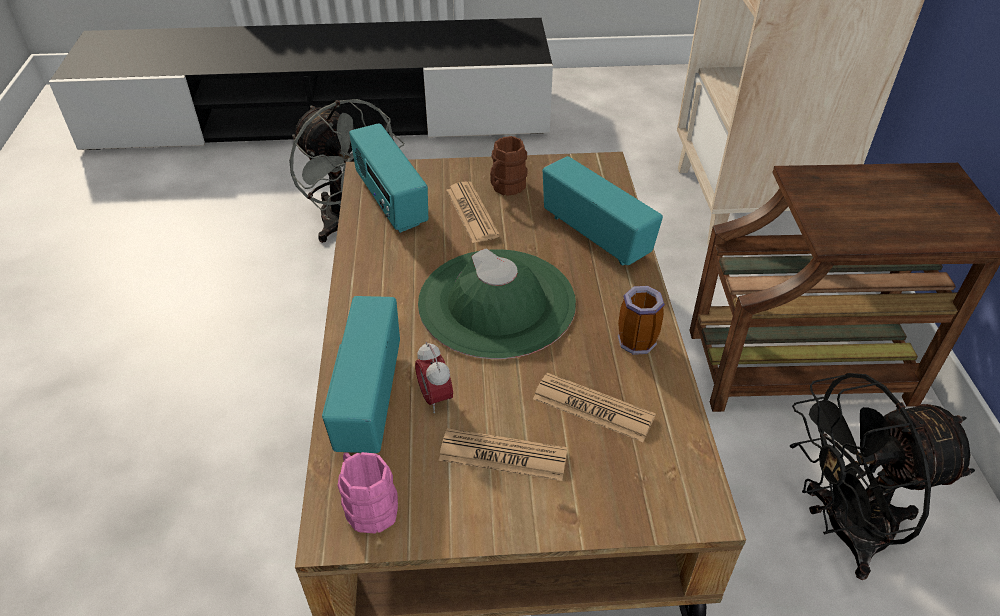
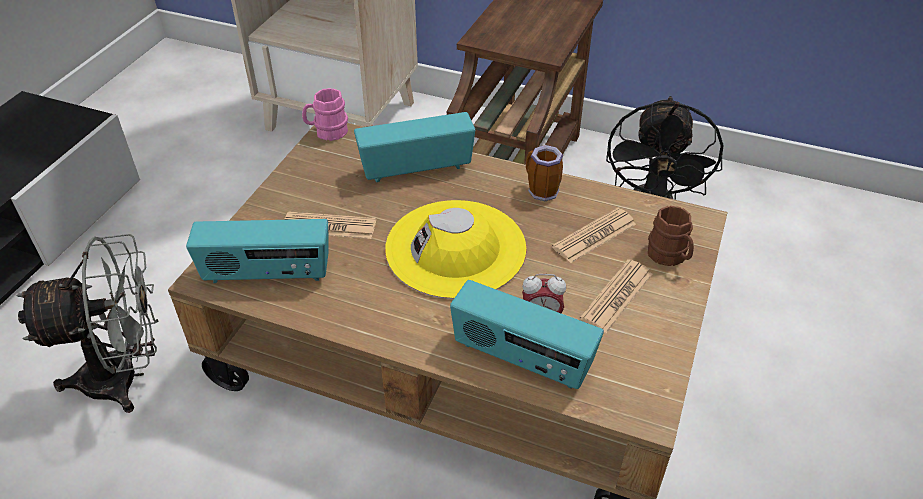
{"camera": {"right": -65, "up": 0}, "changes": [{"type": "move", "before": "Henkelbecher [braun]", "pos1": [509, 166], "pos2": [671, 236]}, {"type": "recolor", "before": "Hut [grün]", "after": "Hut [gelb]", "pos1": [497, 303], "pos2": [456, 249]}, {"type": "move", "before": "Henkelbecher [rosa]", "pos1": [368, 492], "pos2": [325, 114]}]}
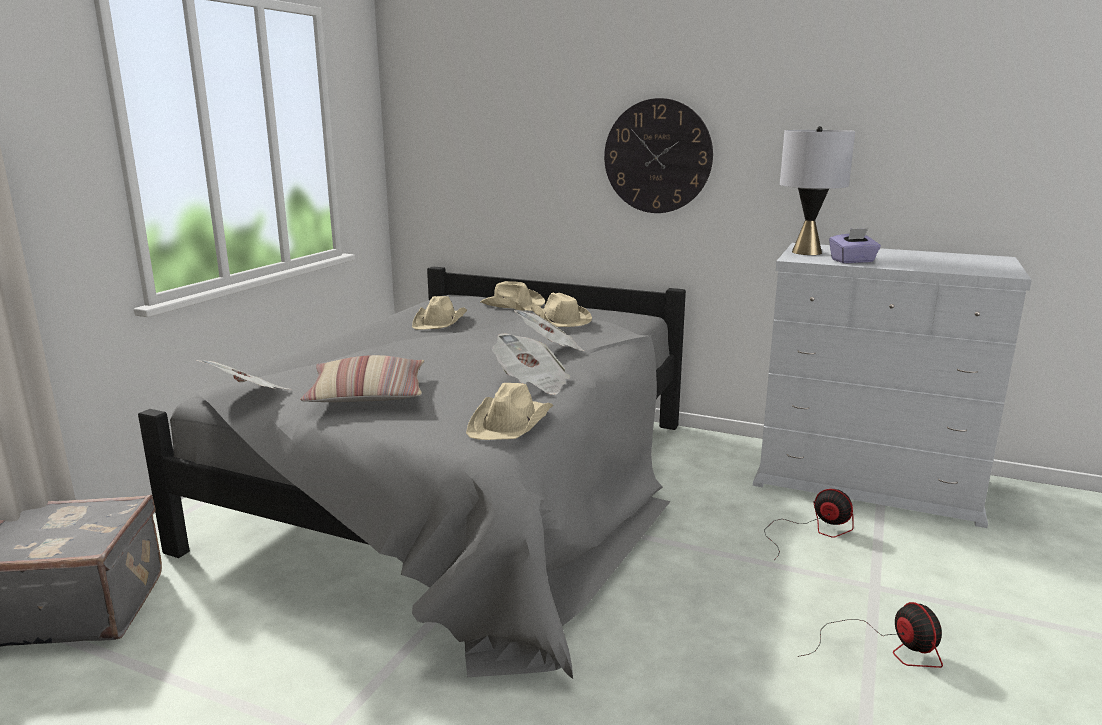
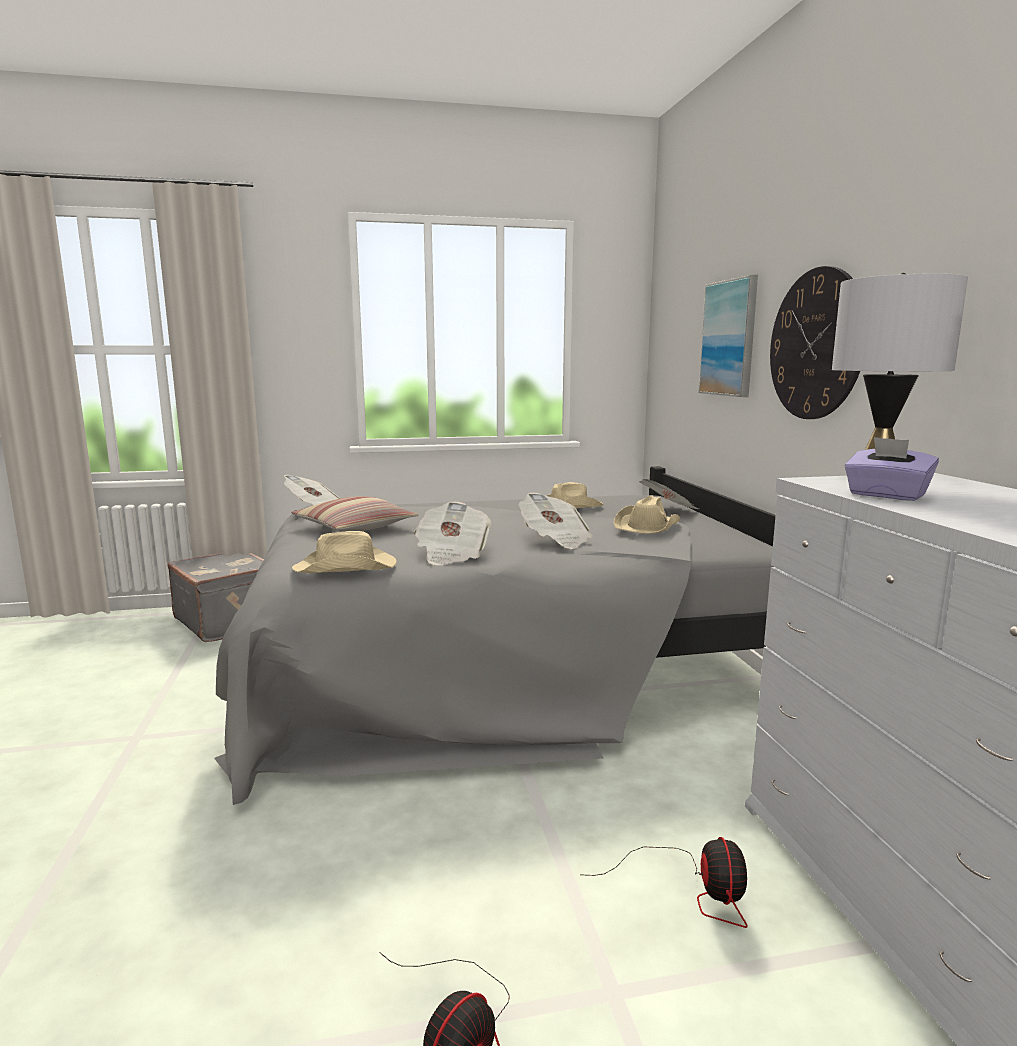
{"camera": {"right": 55, "up": -5}, "changes": [{"type": "replace", "before": "Hut [beige]", "after": "Zeitung", "pos1": [513, 296], "pos2": [669, 494]}, {"type": "insert", "after": "Bild", "pos2": [728, 336]}]}
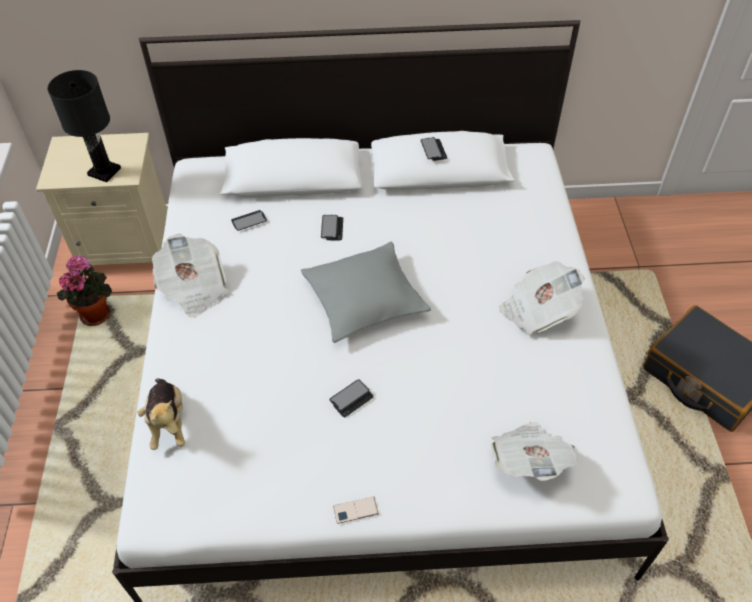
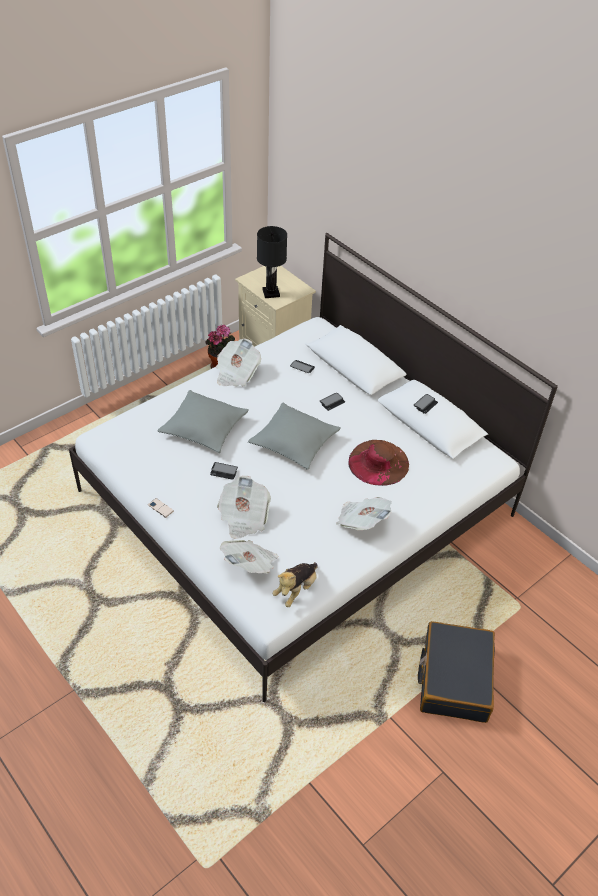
{"camera": {"right": 50, "up": -5}, "changes": [{"type": "move", "before": "Plüschtier", "pos1": [161, 414], "pos2": [294, 584]}, {"type": "insert", "after": "Kissen [grau]", "pos2": [203, 421]}, {"type": "insert", "after": "Hut [braun]", "pos2": [379, 463]}, {"type": "insert", "after": "Zeitung", "pos2": [244, 507]}]}
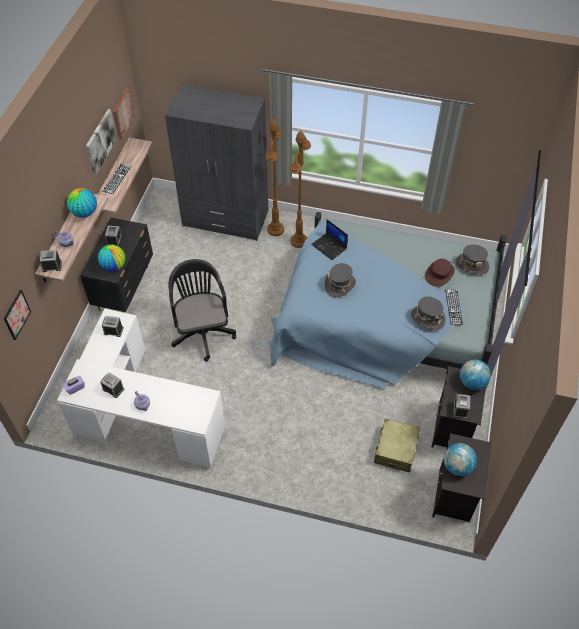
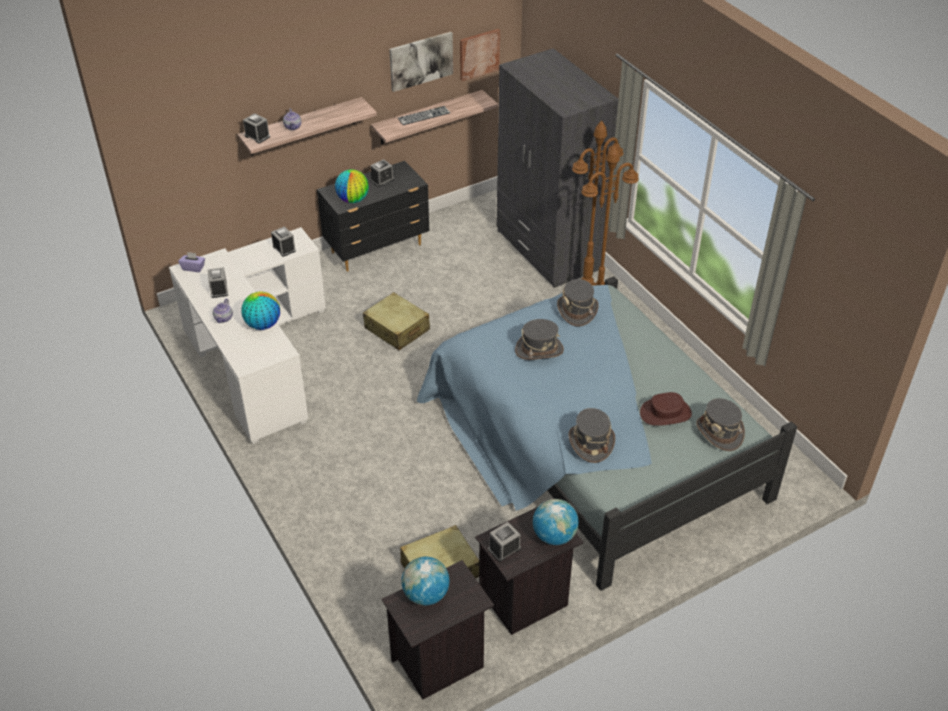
{"camera": {"right": 45, "up": -10}, "changes": [{"type": "move", "before": "Globus", "pos1": [82, 203], "pos2": [260, 311]}, {"type": "replace", "before": "Laptop", "after": "Hut [grau]", "pos1": [329, 240], "pos2": [578, 303]}, {"type": "replace", "before": "Bürostuhl [schwarz]", "after": "Koffer [beige]", "pos1": [202, 310], "pos2": [396, 321]}, {"type": "delete", "before": "Tastatur", "pos1": [454, 307]}, {"type": "delete", "before": "Bild", "pos1": [17, 315]}]}
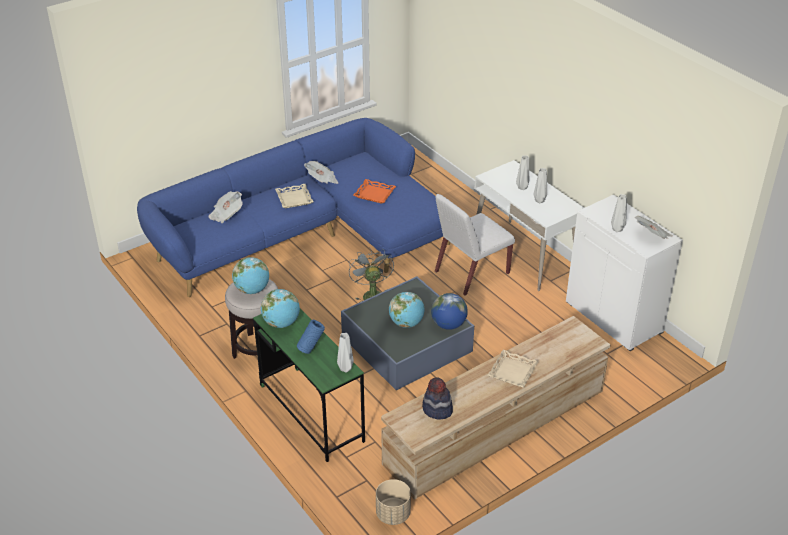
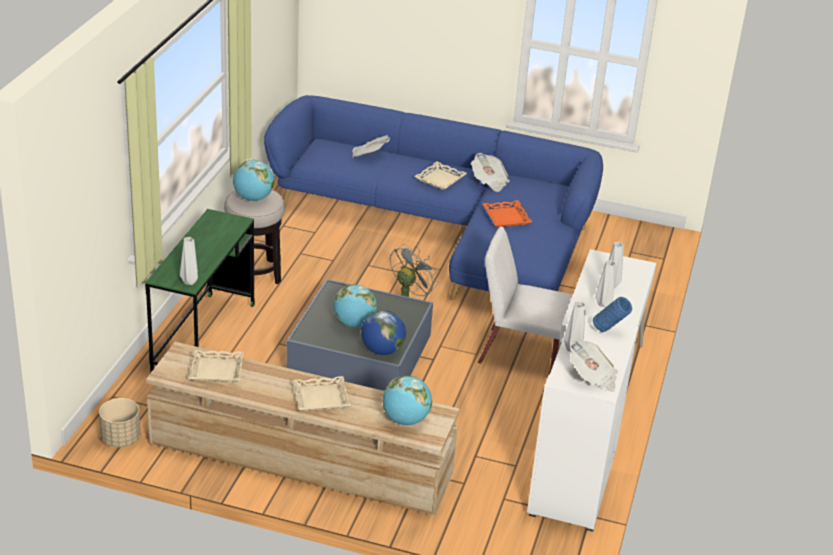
{"camera": {"right": 50, "up": -5}, "changes": [{"type": "move", "before": "Globus", "pos1": [280, 308], "pos2": [407, 400]}, {"type": "move", "before": "Vase [blau]", "pos1": [311, 337], "pos2": [612, 314]}, {"type": "replace", "before": "Hut", "after": "Tablett [beige]", "pos1": [437, 398], "pos2": [216, 366]}]}
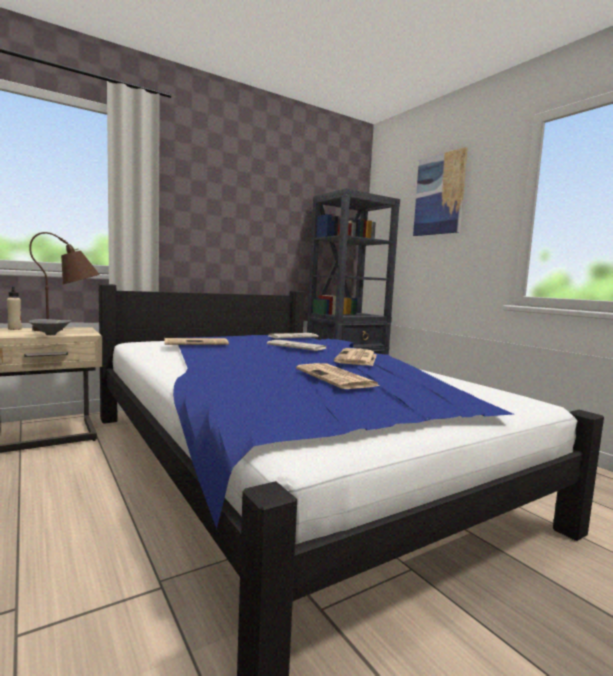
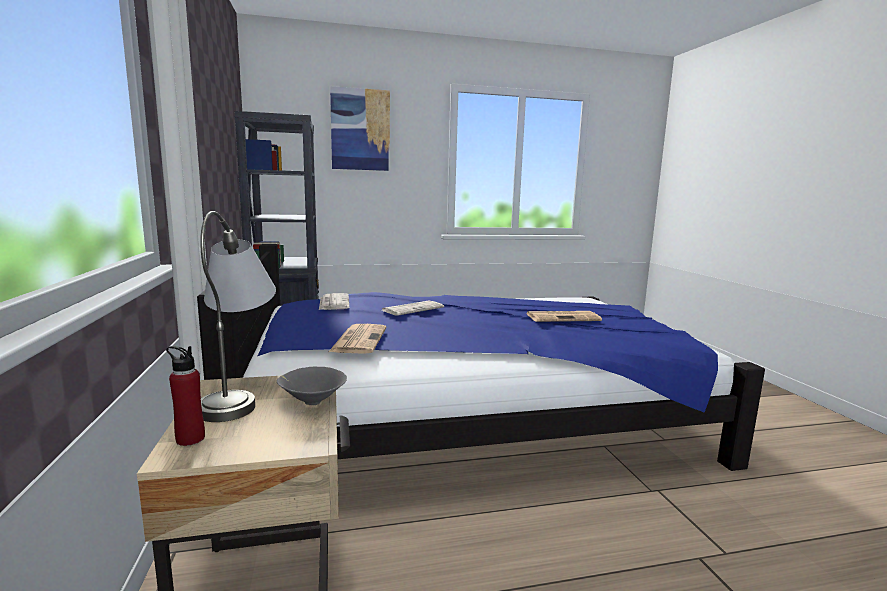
{"camera": {"right": -70, "up": 5}, "changes": [{"type": "recolor", "before": "Tischlampe [braun]", "after": "Tischlampe [grau]", "pos1": [64, 281], "pos2": [238, 316]}, {"type": "recolor", "before": "Flasche [beige]", "after": "Flasche [rot]", "pos1": [14, 308], "pos2": [185, 396]}, {"type": "delete", "before": "Zeitung", "pos1": [355, 357]}]}
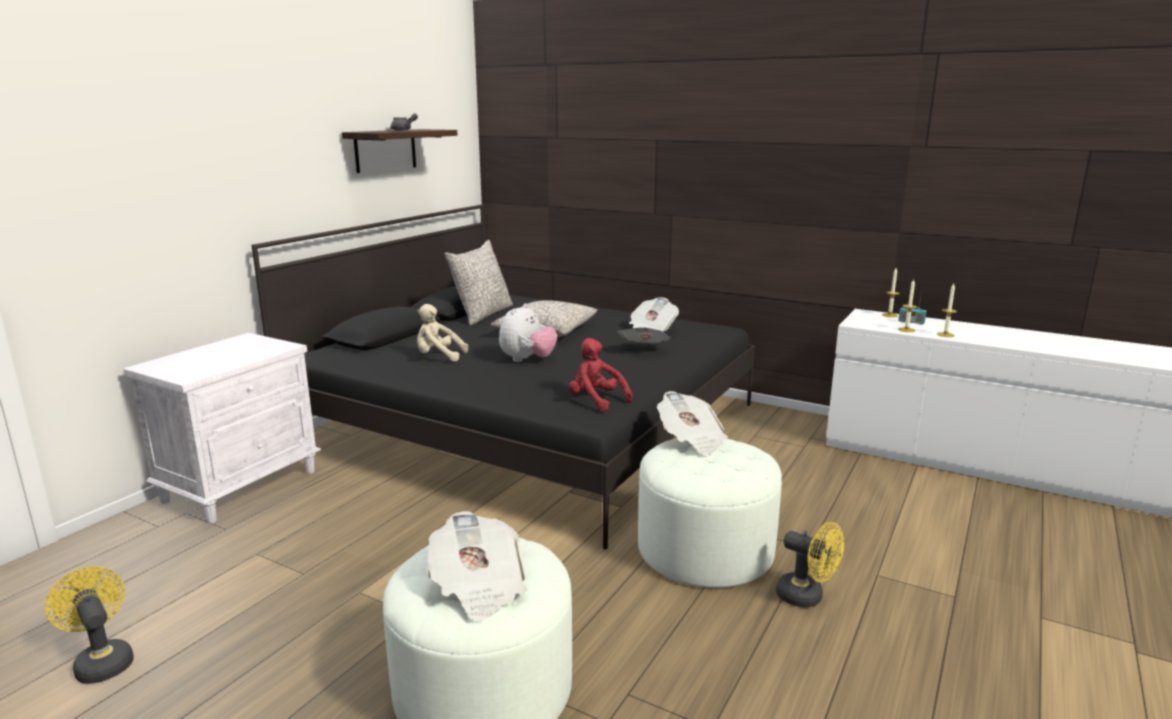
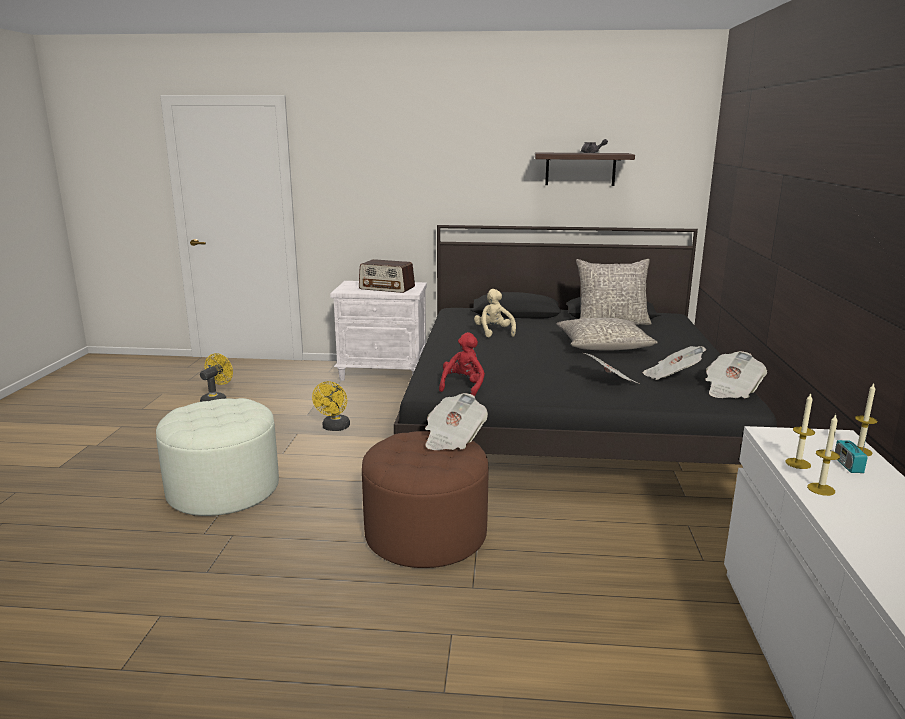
{"camera": {"right": 65, "up": 0}, "changes": [{"type": "delete", "before": "Plüschtier", "pos1": [528, 332]}, {"type": "recolor", "before": "Polsterhocker [weiß]", "after": "Polsterhocker [braun]", "pos1": [710, 513], "pos2": [425, 499]}, {"type": "move", "before": "Zeitung", "pos1": [477, 566], "pos2": [736, 374]}, {"type": "move", "before": "Ventilator [gelb]", "pos1": [810, 565], "pos2": [331, 406]}, {"type": "insert", "after": "Radio", "pos2": [387, 276]}]}
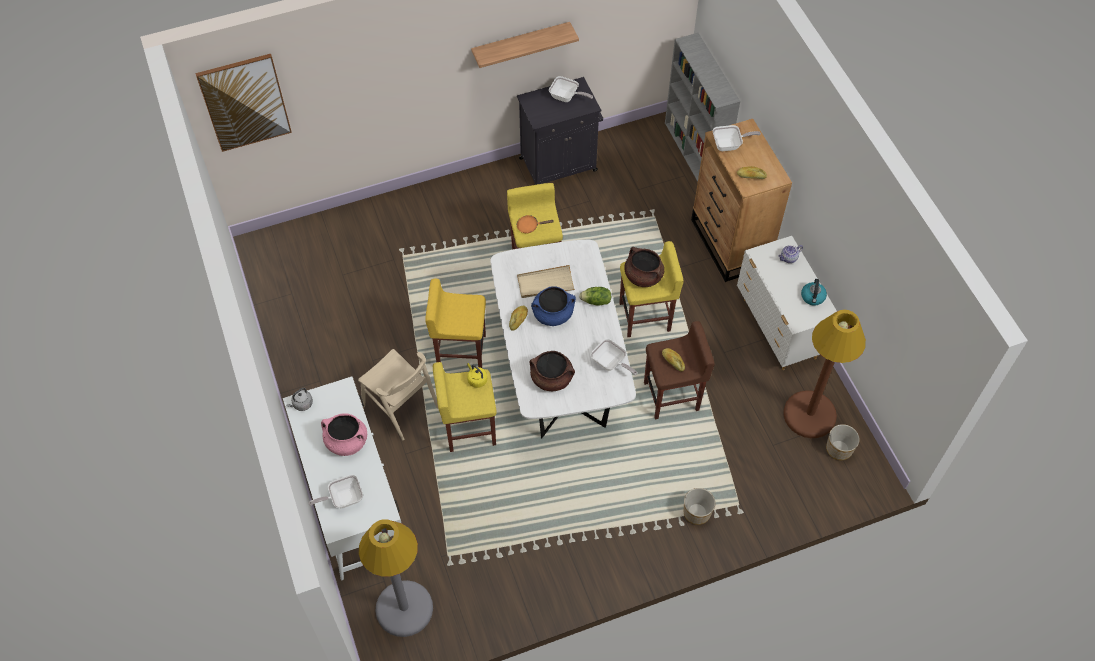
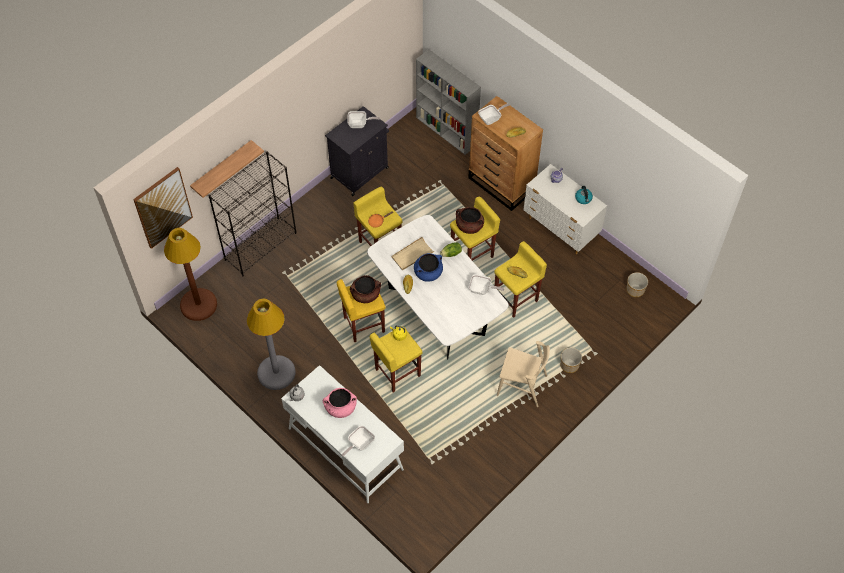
{"camera": {"right": -25, "up": 0}, "changes": [{"type": "move", "before": "Wandregal", "pos1": [525, 45], "pos2": [227, 169]}, {"type": "move", "before": "Stehlampe [braun]", "pos1": [825, 374], "pos2": [190, 274]}, {"type": "recolor", "before": "Hocker [braun]", "after": "Hocker [gelb]", "pos1": [679, 370], "pos2": [520, 279]}, {"type": "move", "before": "Stuhl [beige]", "pos1": [398, 394], "pos2": [523, 374]}, {"type": "move", "before": "Kochtopf [braun]", "pos1": [552, 371], "pos2": [365, 289]}, {"type": "move", "before": "Stehlampe [grau]", "pos1": [396, 578], "pos2": [271, 344]}, {"type": "insert", "after": "Bücherregal [schwarz]", "pos2": [252, 213]}]}
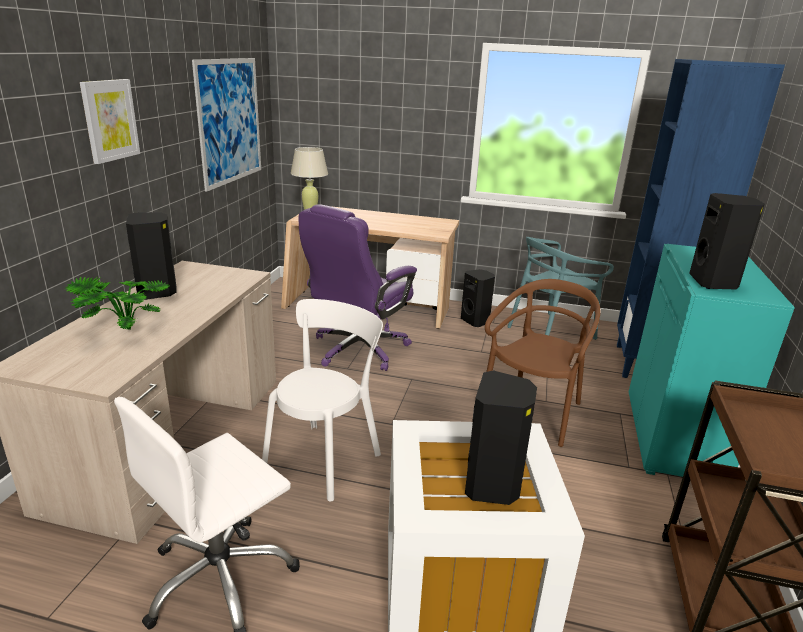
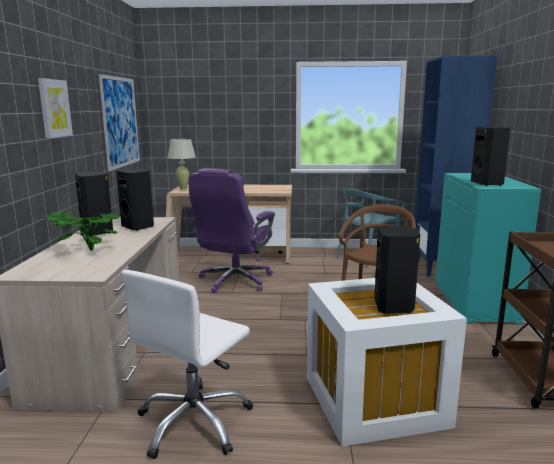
{"camera": {"right": -10, "up": -10}, "changes": [{"type": "move", "before": "Lautsprecher [schwarz]", "pos1": [478, 298], "pos2": [135, 200]}, {"type": "delete", "before": "Stuhl [weiß]", "pos1": [322, 400]}]}
